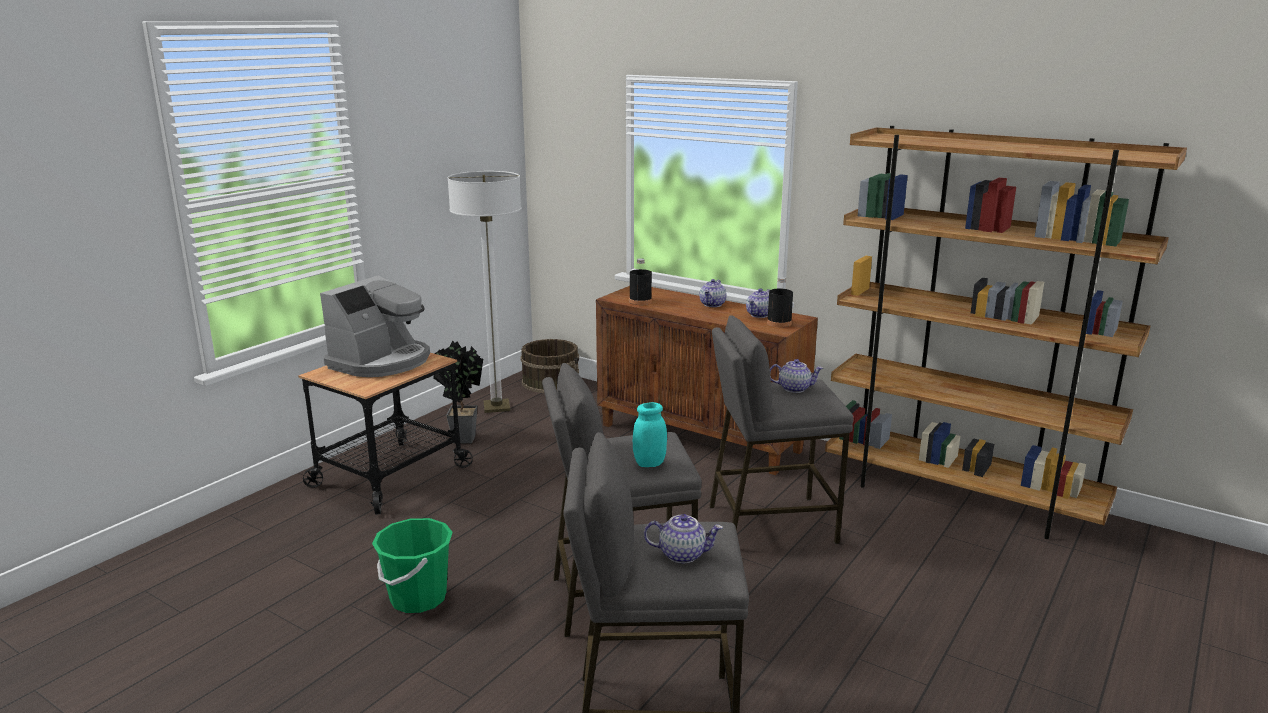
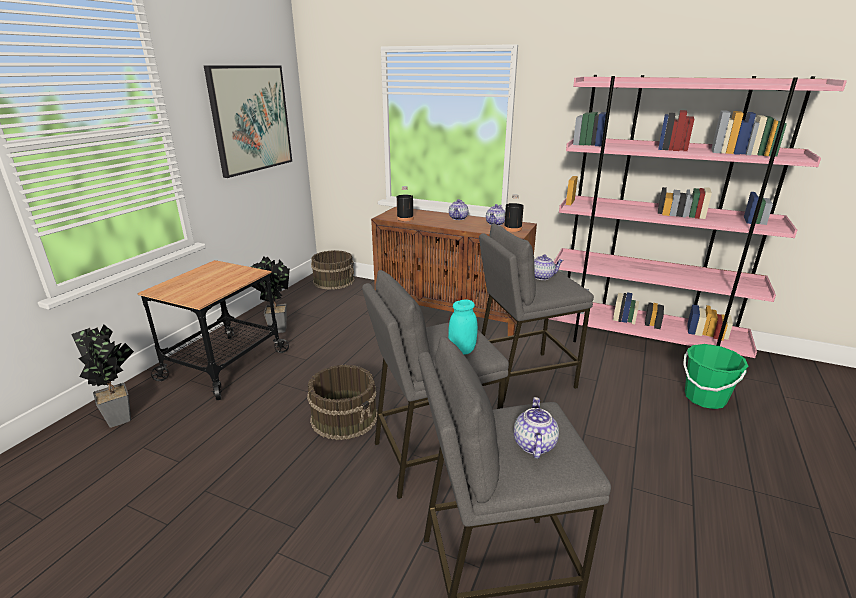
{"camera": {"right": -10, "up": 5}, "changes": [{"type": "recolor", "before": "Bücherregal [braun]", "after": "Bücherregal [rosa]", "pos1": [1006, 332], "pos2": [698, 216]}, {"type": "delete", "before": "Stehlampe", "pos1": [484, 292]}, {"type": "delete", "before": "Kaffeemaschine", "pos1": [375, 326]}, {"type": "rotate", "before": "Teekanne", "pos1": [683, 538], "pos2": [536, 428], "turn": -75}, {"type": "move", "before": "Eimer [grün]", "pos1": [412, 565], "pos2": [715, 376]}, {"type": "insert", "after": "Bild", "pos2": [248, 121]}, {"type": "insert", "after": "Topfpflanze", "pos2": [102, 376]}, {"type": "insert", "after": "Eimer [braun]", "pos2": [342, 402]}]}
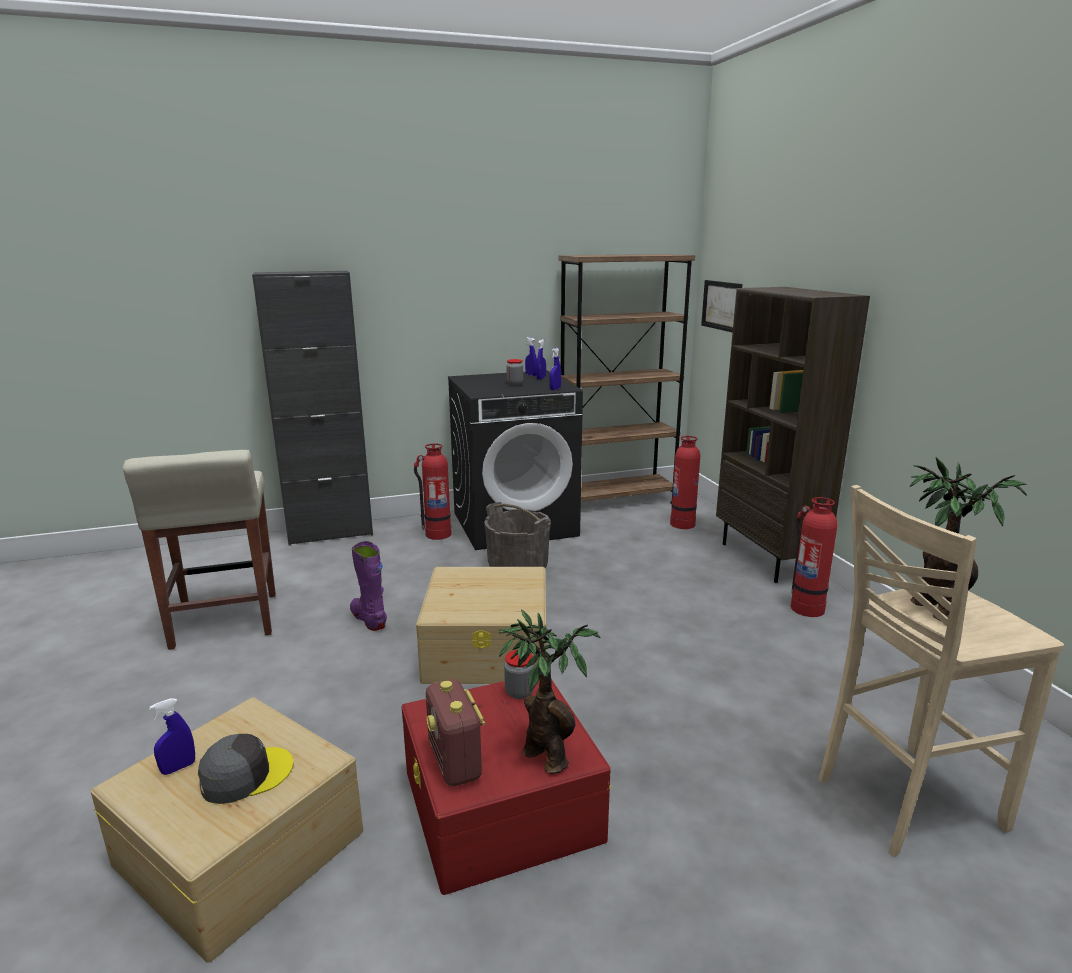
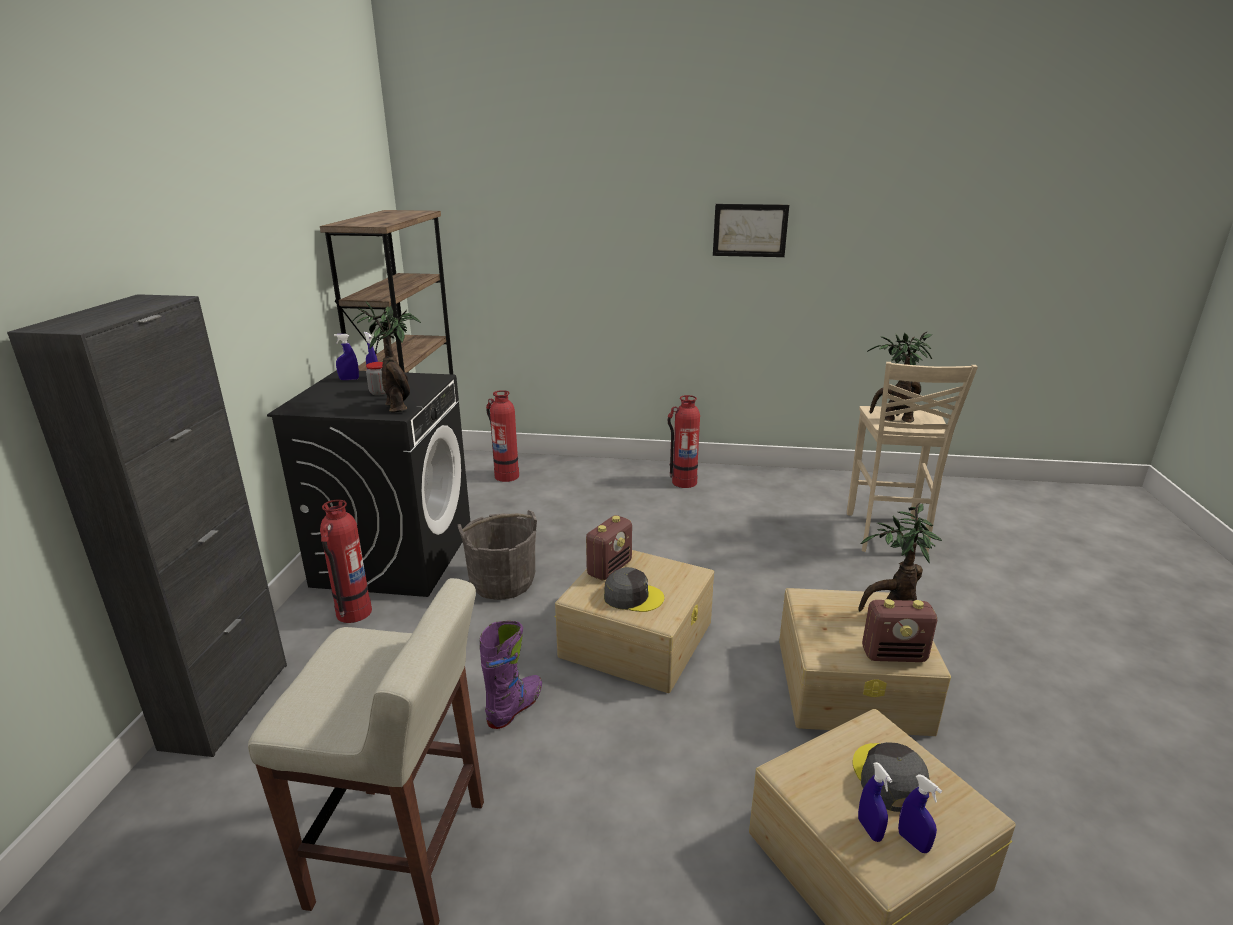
{"camera": {"right": -65, "up": 5}, "changes": [{"type": "move", "before": "Bild", "pos1": [721, 306], "pos2": [751, 230]}, {"type": "delete", "before": "Bücherregal [braun]", "pos1": [793, 435]}, {"type": "move", "before": "Sprühflasche [blau]", "pos1": [555, 369], "pos2": [920, 813]}, {"type": "rotate", "before": "Stiefel [lila]", "pos1": [368, 586], "pos2": [511, 675], "turn": 135}, {"type": "delete", "before": "Vorratsglas", "pos1": [519, 674]}, {"type": "recolor", "before": "Aufbewahrungsbox [rot]", "after": "Aufbewahrungsbox [beige]", "pos1": [507, 787], "pos2": [865, 662]}, {"type": "insert", "after": "Topfpflanze", "pos2": [386, 357]}, {"type": "insert", "after": "Radio", "pos2": [609, 548]}, {"type": "insert", "after": "Kappe [grau]", "pos2": [634, 589]}]}
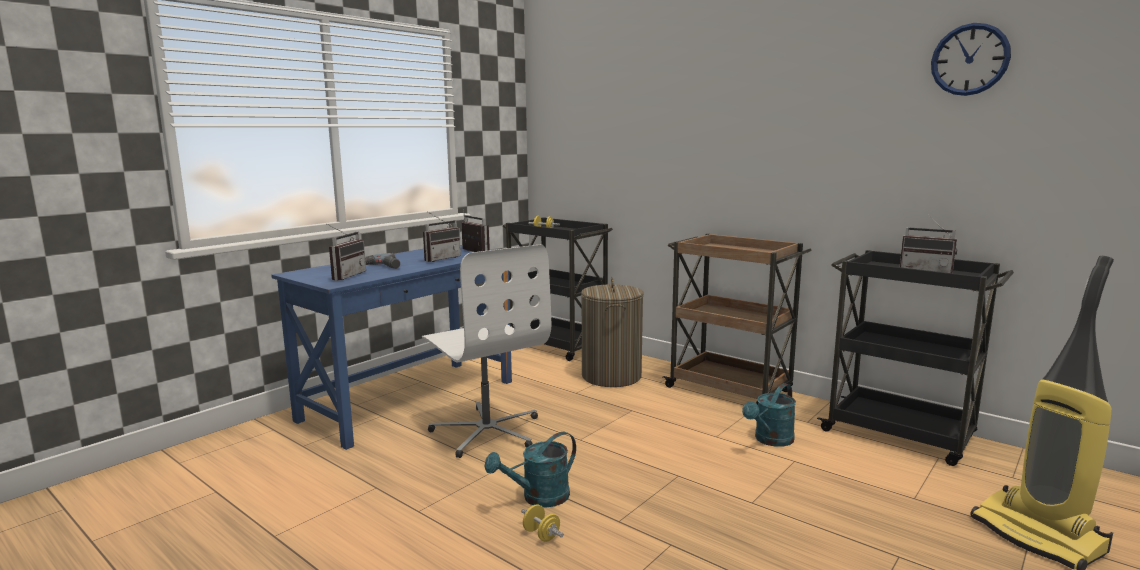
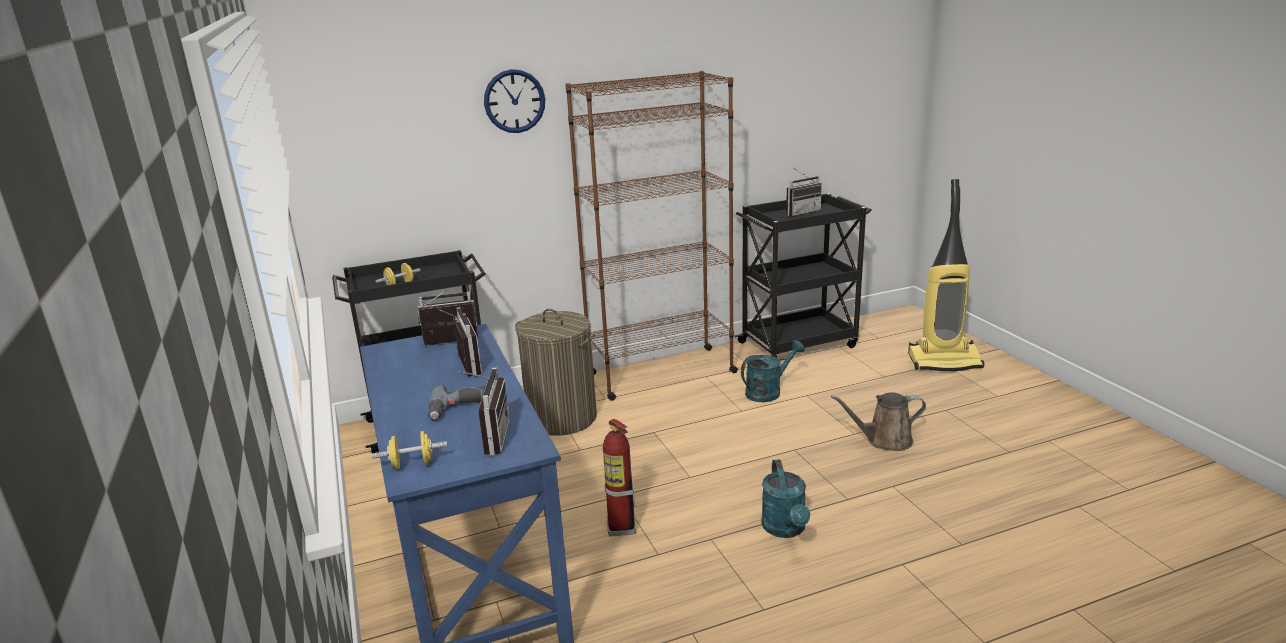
{"camera": {"right": -60, "up": 10}, "changes": [{"type": "move", "before": "Wanduhr", "pos1": [971, 59], "pos2": [514, 101]}, {"type": "rotate", "before": "Radio", "pos1": [346, 252], "pos2": [484, 411], "turn": 45}, {"type": "replace", "before": "Rollwagen [braun]", "after": "Bücherregal [braun]", "pos1": [737, 319], "pos2": [651, 236]}, {"type": "replace", "before": "Bürostuhl [weiß]", "after": "Feuerlöscher", "pos1": [486, 351], "pos2": [619, 478]}, {"type": "rotate", "before": "Gießkanne [türkis]", "pos1": [769, 415], "pos2": [773, 371], "turn": -105}, {"type": "move", "before": "Hantel [gelb]", "pos1": [542, 523], "pos2": [410, 450]}, {"type": "insert", "after": "Gießkanne [braun]", "pos2": [878, 421]}]}
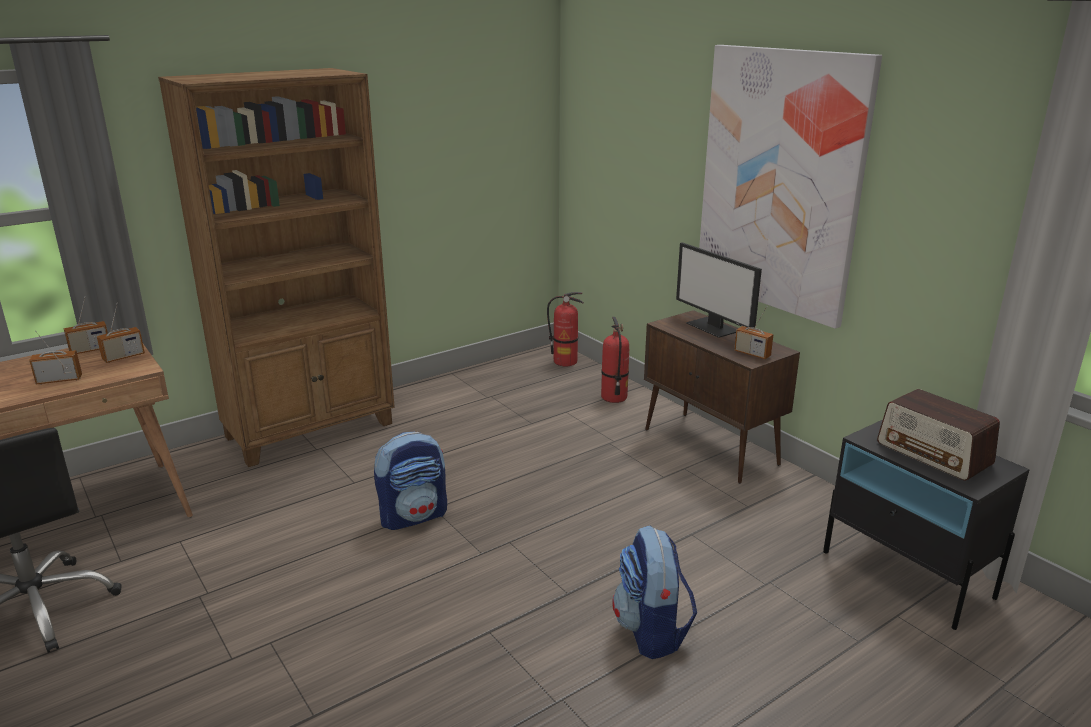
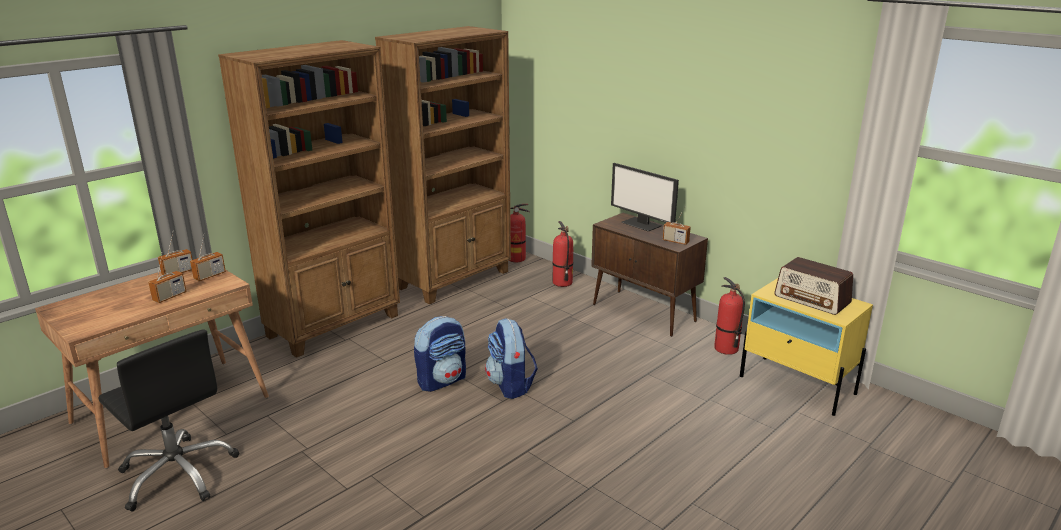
{"camera": {"right": -10, "up": 0}, "changes": [{"type": "delete", "before": "Bild", "pos1": [790, 187]}, {"type": "rotate", "before": "Radio", "pos1": [55, 357], "pos2": [167, 279], "turn": 150}, {"type": "recolor", "before": "Nachttisch [schwarz]", "after": "Nachttisch [gelb]", "pos1": [926, 525], "pos2": [806, 347]}, {"type": "move", "before": "Rucksack", "pos1": [654, 592], "pos2": [511, 358]}, {"type": "insert", "after": "Bücherregal [braun]", "pos2": [443, 165]}, {"type": "insert", "after": "Feuerlöscher", "pos2": [729, 316]}]}
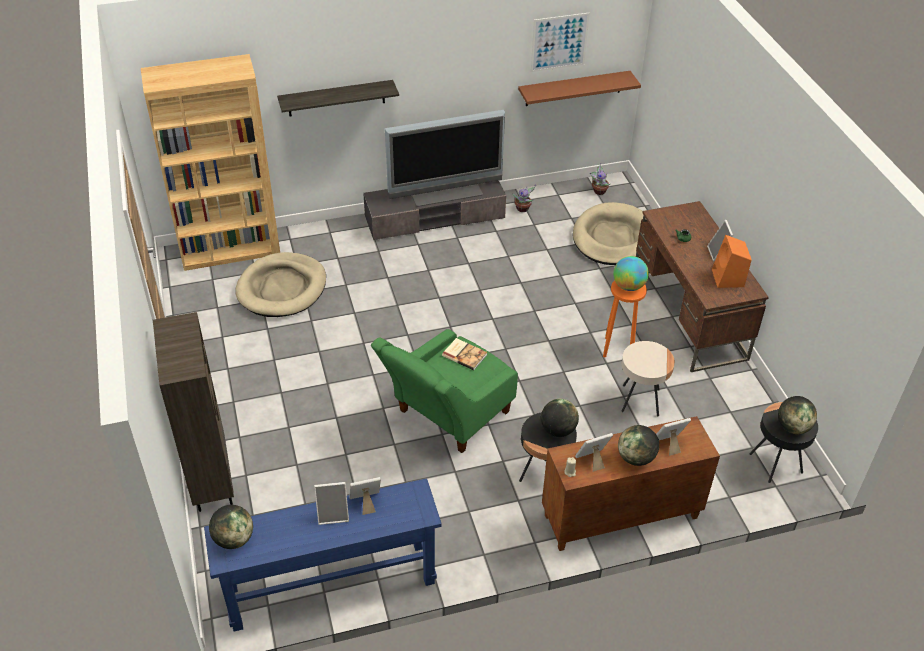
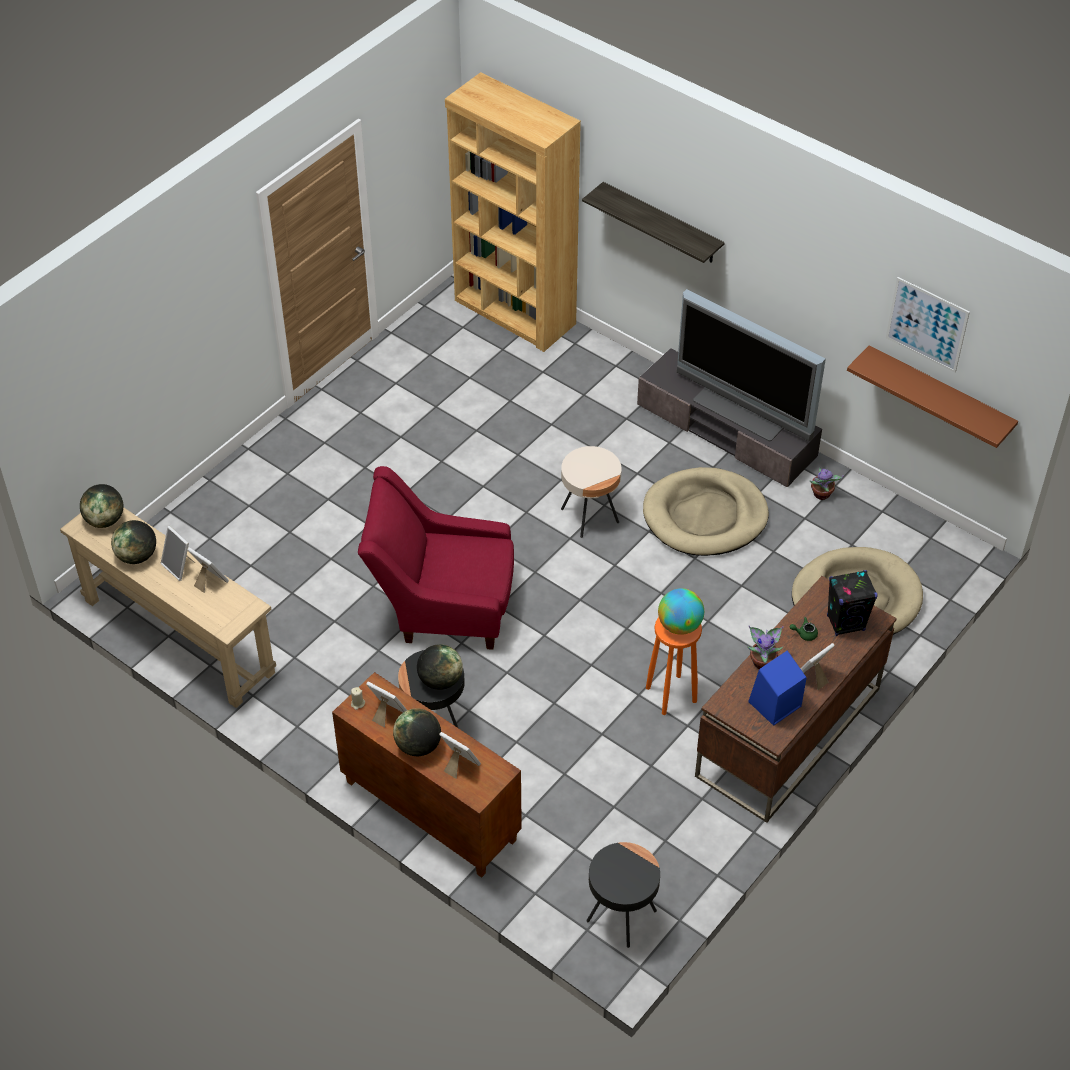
{"camera": {"right": 55, "up": 5}, "changes": [{"type": "move", "before": "Topfpflanze", "pos1": [600, 179], "pos2": [765, 647]}, {"type": "recolor", "before": "Lautsprecher [orange]", "after": "Lautsprecher [blau]", "pos1": [732, 261], "pos2": [777, 688]}, {"type": "move", "before": "Hundebett [beige]", "pos1": [280, 284], "pos2": [706, 511]}, {"type": "delete", "before": "Bücherregal [braun]", "pos1": [193, 412]}, {"type": "recolor", "before": "Sessel [grün]", "after": "Sessel [rot]", "pos1": [444, 391], "pos2": [436, 558]}, {"type": "delete", "before": "Buch", "pos1": [464, 354]}, {"type": "move", "before": "Beistelltisch [beige]", "pos1": [648, 378], "pos2": [591, 492]}, {"type": "move", "before": "Globus", "pos1": [797, 415], "pos2": [133, 542]}, {"type": "recolor", "before": "Konsolentisch [blau]", "after": "Konsolentisch [beige]", "pos1": [323, 555], "pos2": [168, 607]}, {"type": "insert", "after": "Lautsprecher [schwarz]", "pos2": [852, 603]}]}
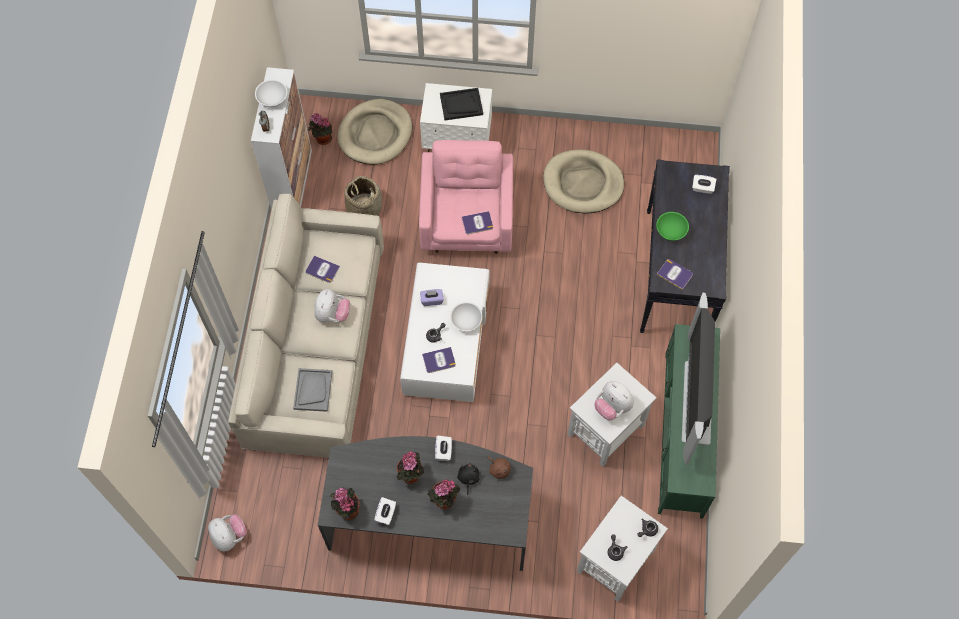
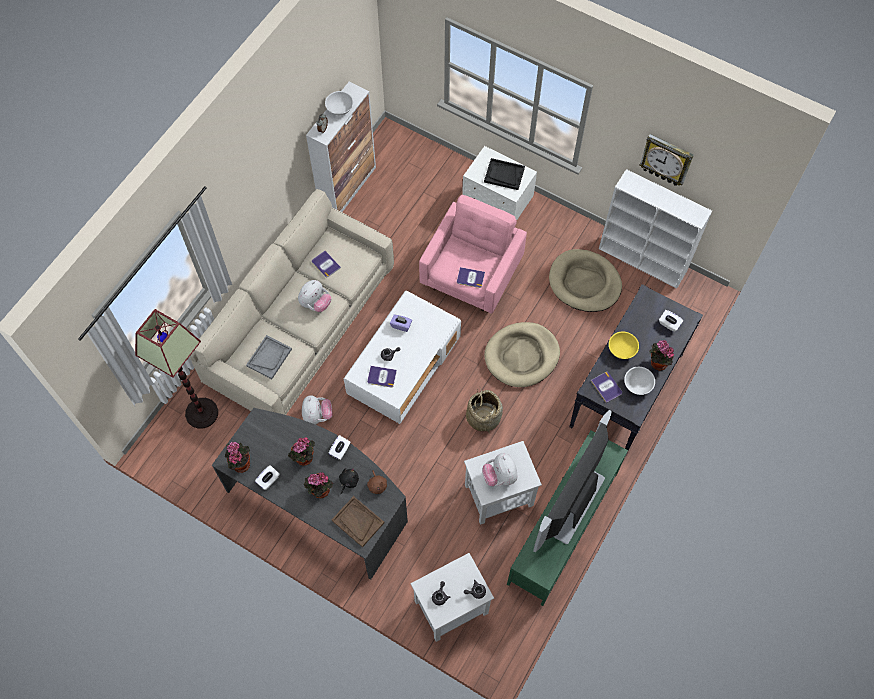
{"camera": {"right": 25, "up": 0}, "changes": [{"type": "move", "before": "Hundebett [beige]", "pos1": [374, 132], "pos2": [522, 354]}, {"type": "move", "before": "Topfpflanze", "pos1": [320, 129], "pos2": [661, 355]}, {"type": "move", "before": "Korb", "pos1": [363, 196], "pos2": [484, 410]}, {"type": "recolor", "before": "Schüssel [grün]", "after": "Schüssel [gelb]", "pos1": [672, 226], "pos2": [624, 345]}, {"type": "move", "before": "Schüssel [weiß]", "pos1": [466, 316], "pos2": [639, 381]}, {"type": "move", "before": "Plüschtier", "pos1": [227, 532], "pos2": [317, 410]}, {"type": "insert", "after": "Wanduhr", "pos2": [666, 160]}, {"type": "insert", "after": "Bücherregal [weiß]", "pos2": [655, 228]}, {"type": "insert", "after": "Stehlampe", "pos2": [176, 369]}, {"type": "insert", "after": "Tablett [braun]", "pos2": [358, 521]}]}
